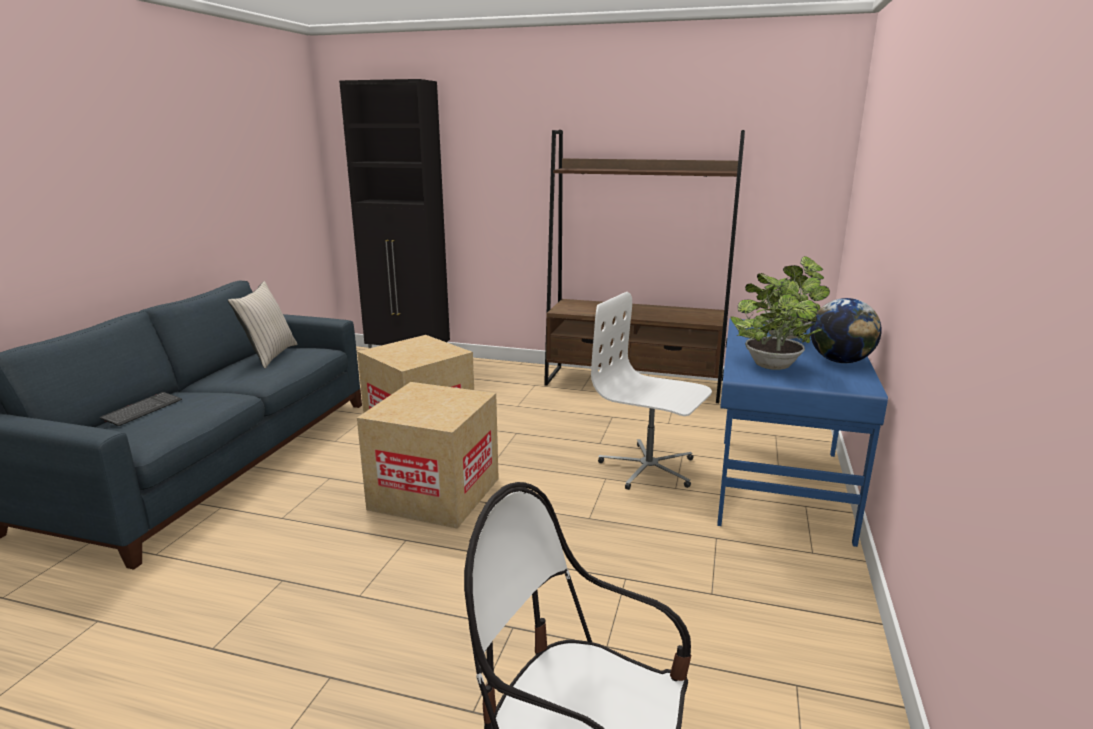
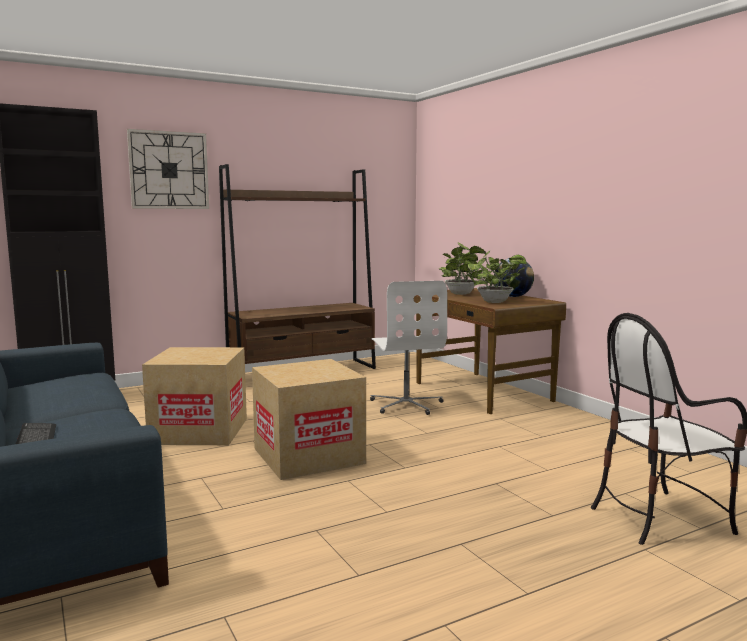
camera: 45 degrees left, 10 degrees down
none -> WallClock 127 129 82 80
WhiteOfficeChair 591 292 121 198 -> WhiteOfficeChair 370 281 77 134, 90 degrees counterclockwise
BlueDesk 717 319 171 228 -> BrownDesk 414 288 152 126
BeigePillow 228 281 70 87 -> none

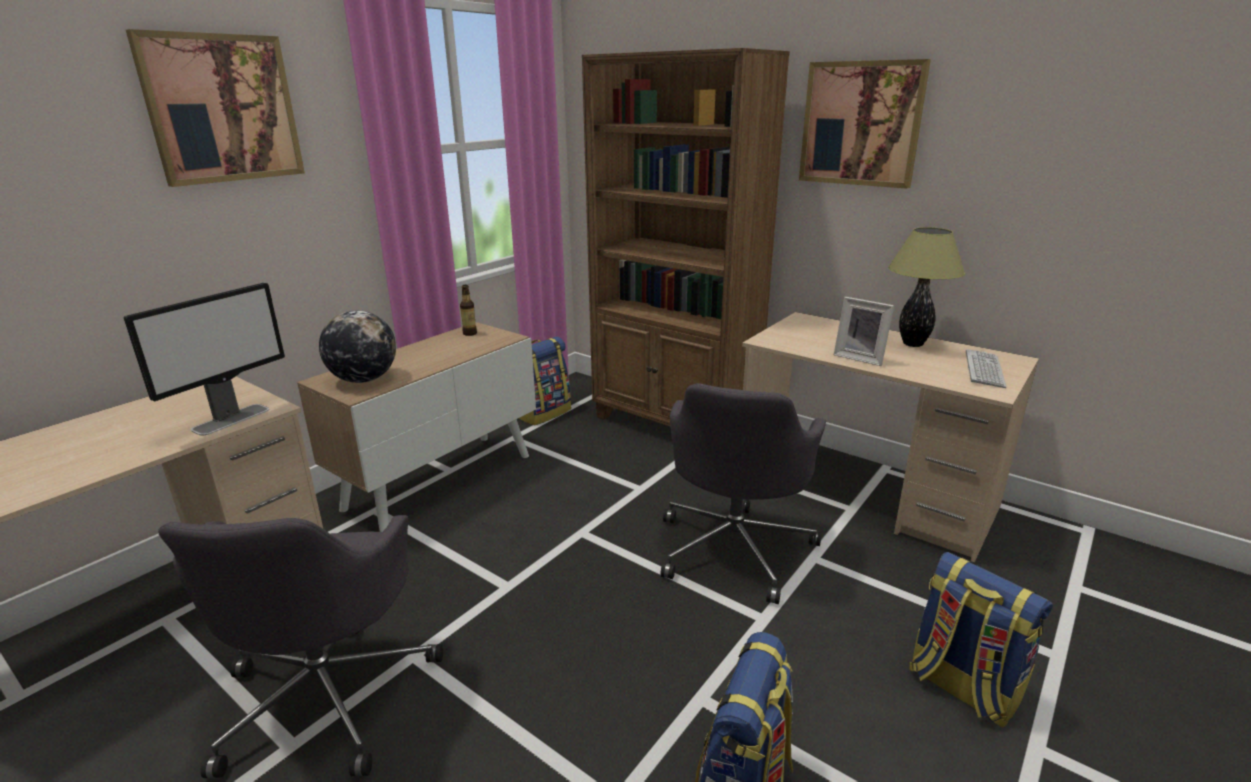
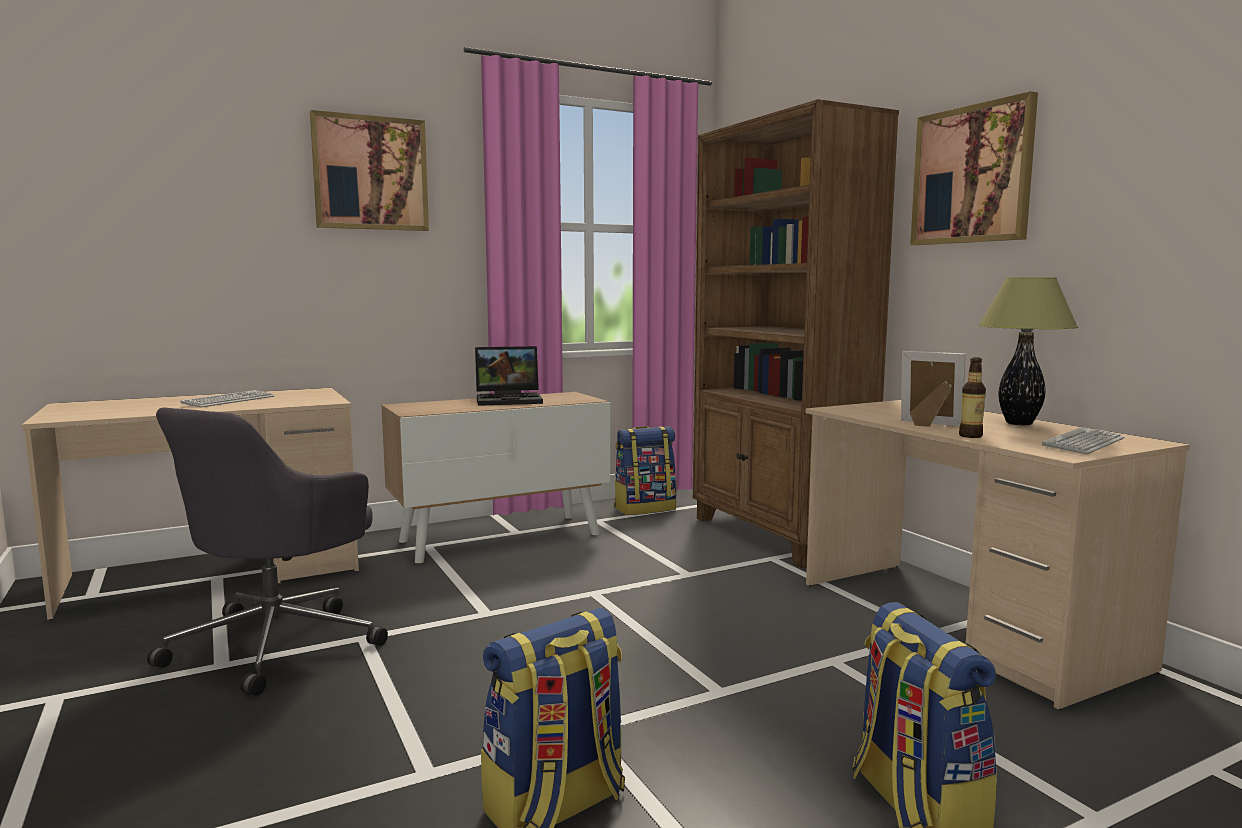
camera: 25 degrees right, 15 degrees down
none -> Keyboard 180 390 94 17
none -> Laptop 475 346 68 60
PictureFrame 834 297 60 69 -> PictureFrame 901 351 65 76, 150 degrees clockwise
Bottle 460 285 17 51 -> Bottle 959 357 27 81, shifted
Monitor 124 283 161 152 -> none
Globe 319 310 77 73 -> none
GreyOfficeChair 660 383 166 221 -> none

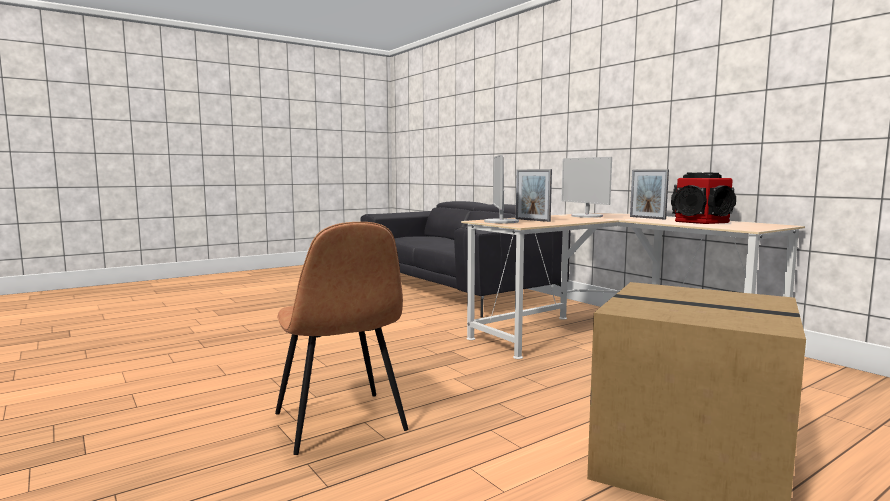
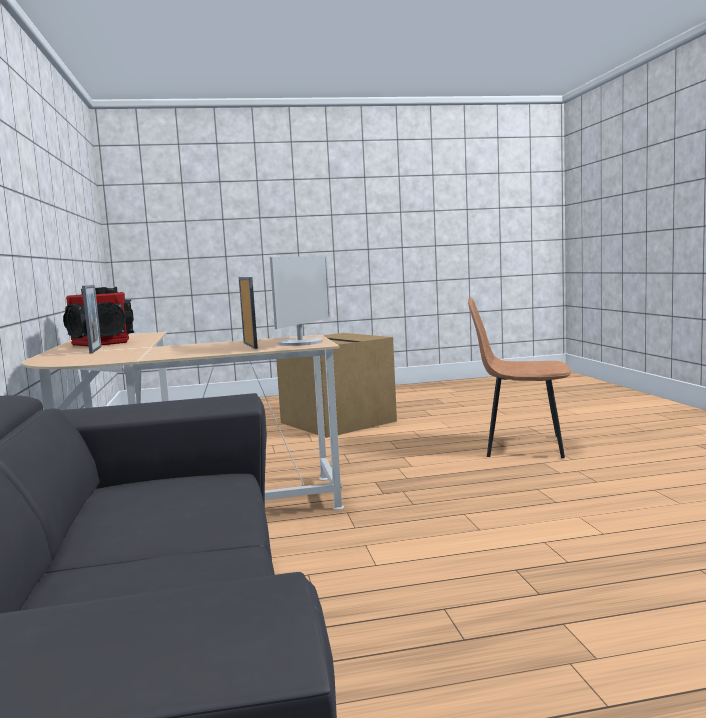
camera: 155 degrees left, 0 degrees up
BrownChair 275 222 133 233 -> BrownChair 468 297 104 161, 75 degrees counterclockwise
Monitor 561 157 51 61 -> none

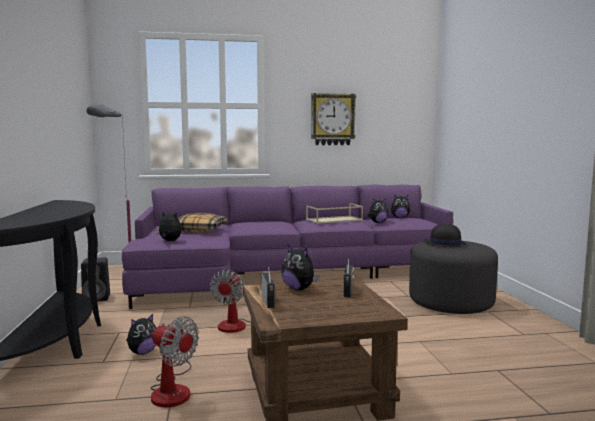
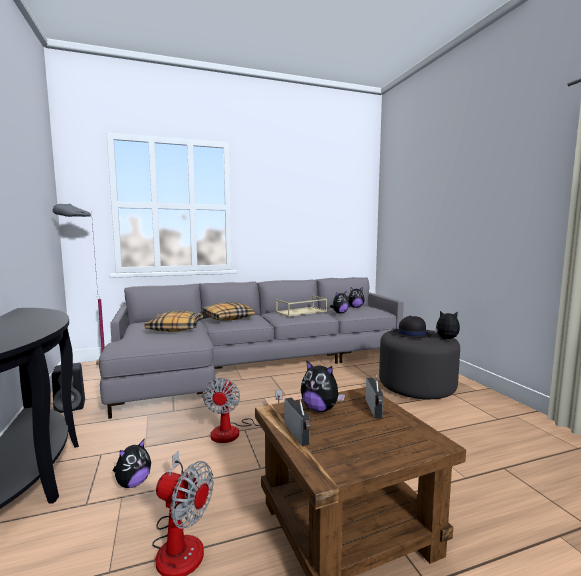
camera: 10 degrees left, 0 degrees up
PurpleSofa 122 184 331 125 -> GreySofa 99 277 305 142
none -> Pillow 203 302 52 19
PlushToy 155 211 26 30 -> PlushToy 435 311 25 28, shifted
WallClock 311 93 45 52 -> none

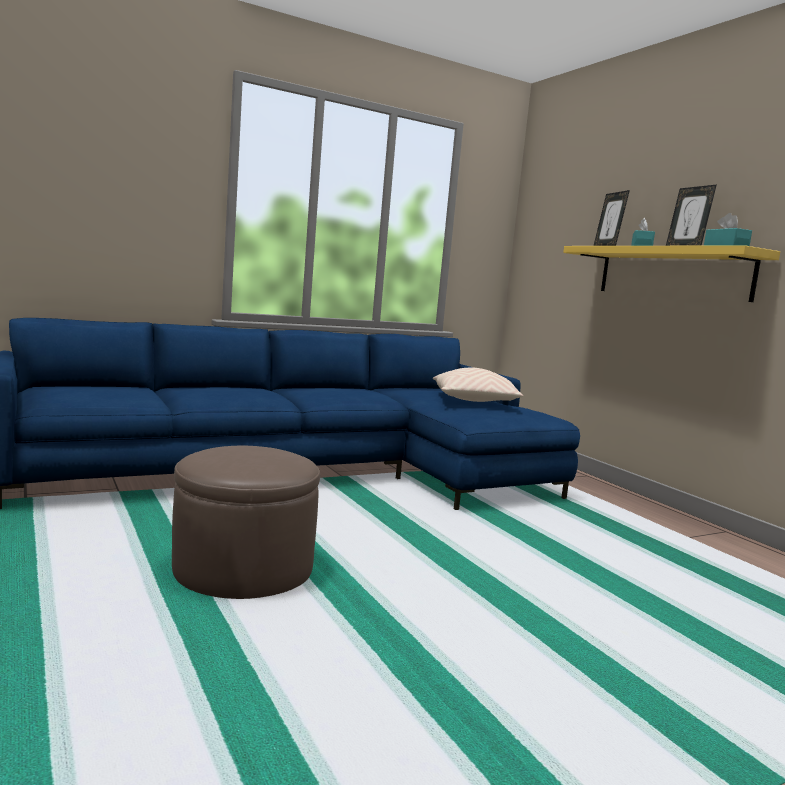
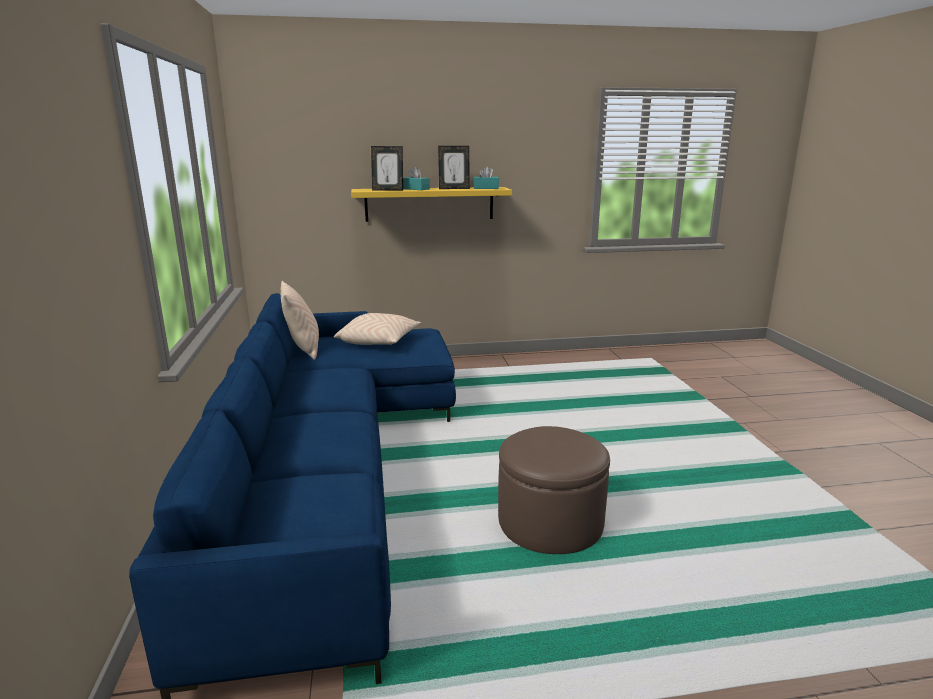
camera: 70 degrees left, 10 degrees up
none -> BeigePillow 280 280 39 80

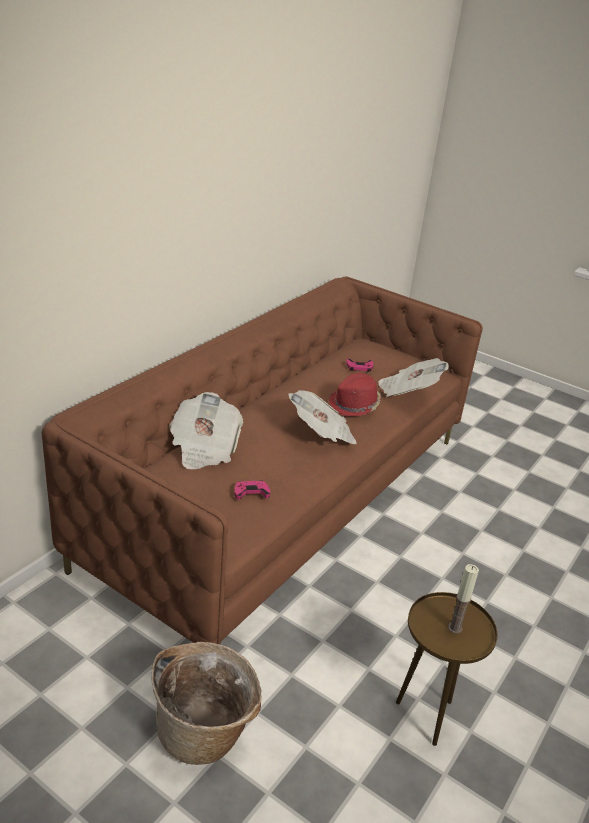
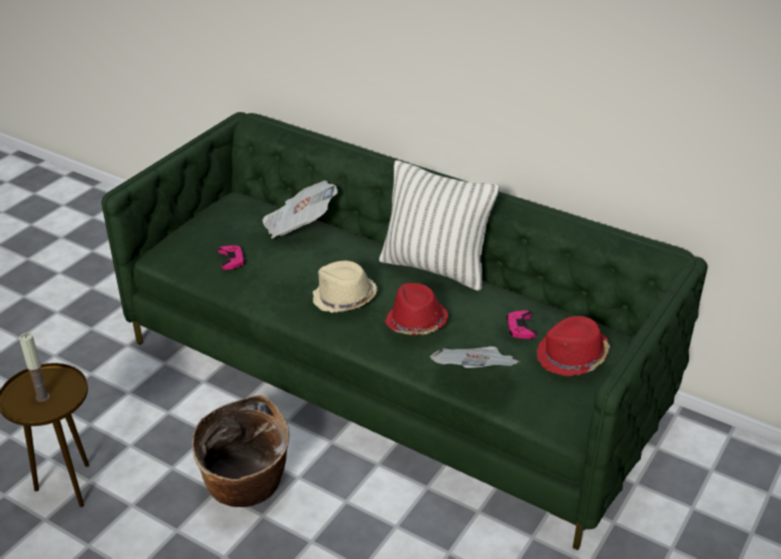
camera: 90 degrees right, 5 degrees up
BrownSofa 41 276 442 368 -> GreenSofa 101 112 607 438
Basket 151 642 111 123 -> Basket 192 395 97 112, shifted
Newspaper 288 390 69 54 -> BeigeHat 313 261 65 52
none -> Pillow 379 160 120 131
none -> RedHat 537 316 73 60

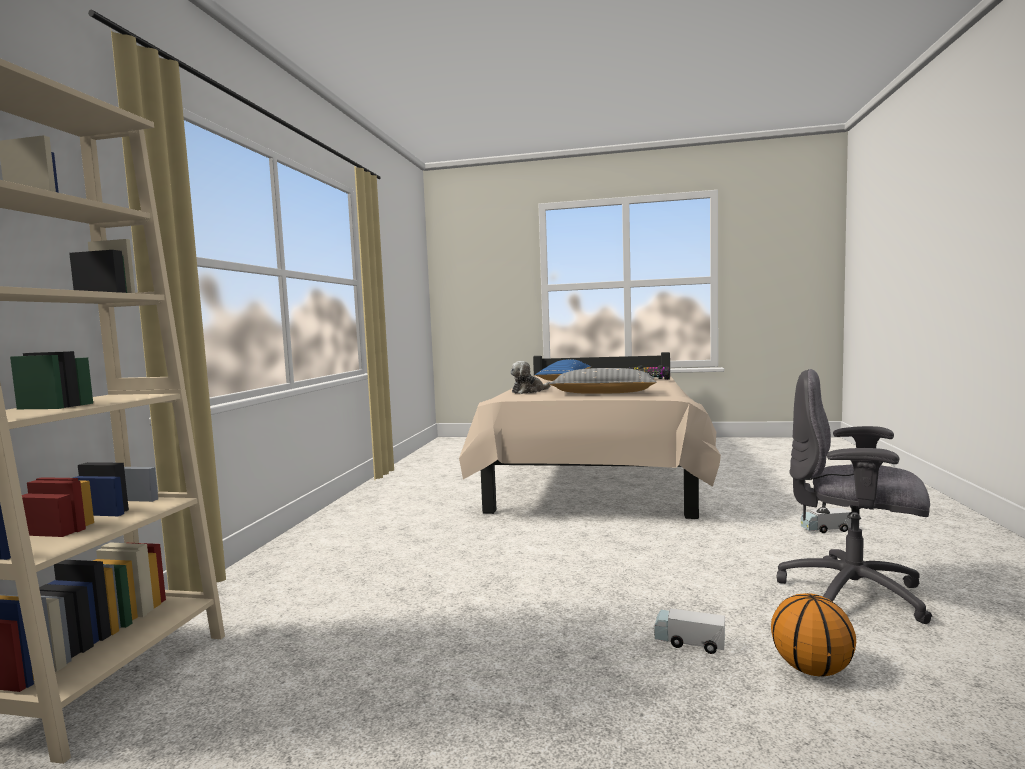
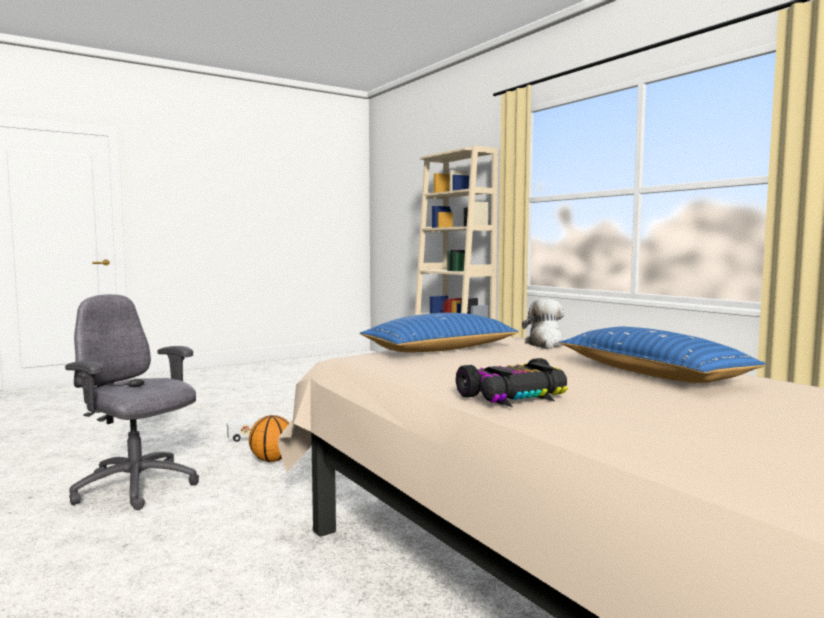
camera: 135 degrees right, 0 degrees up
GreyOfficeChair 776 369 156 255 -> GreyOfficeChair 65 294 134 216, 135 degrees counterclockwise
Basketball 771 593 85 84 -> Basketball 249 415 40 47, shifted
GreyPillow 549 368 108 26 -> BluePillow 359 313 160 39
ToyTruck 801 508 50 25 -> none

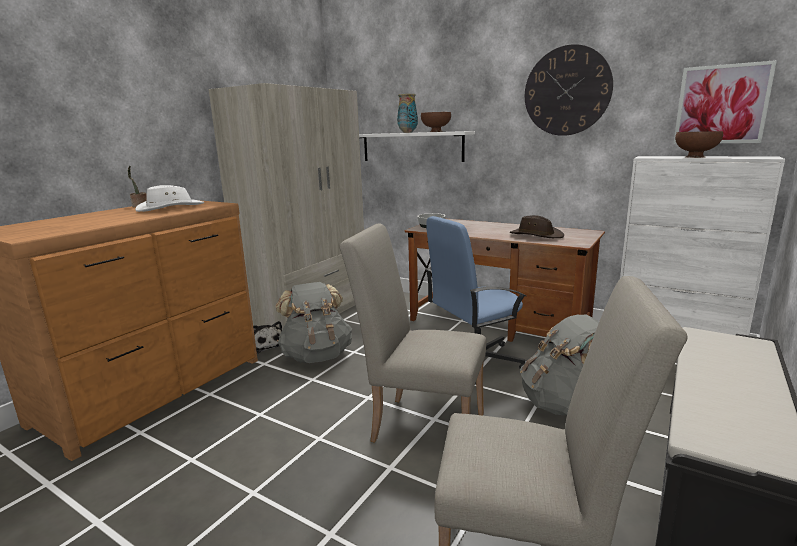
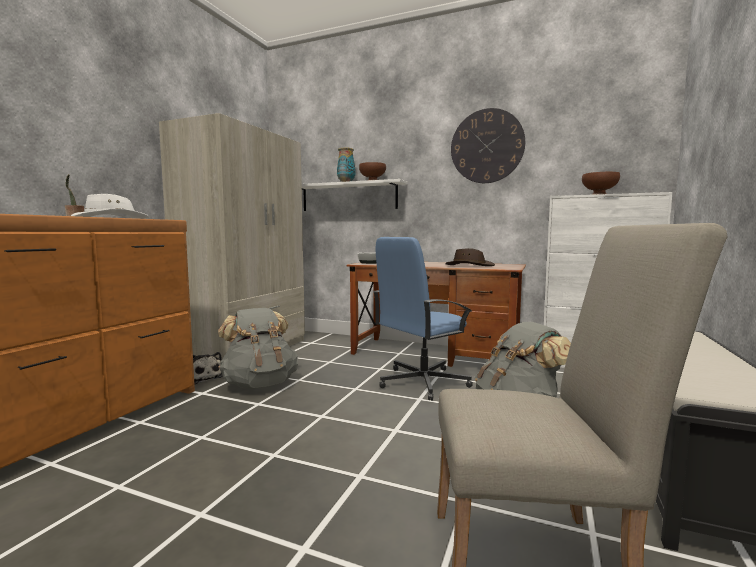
camera: 10 degrees left, 10 degrees down
BeigeChair 340 224 146 219 -> none
Picture 674 60 103 84 -> none

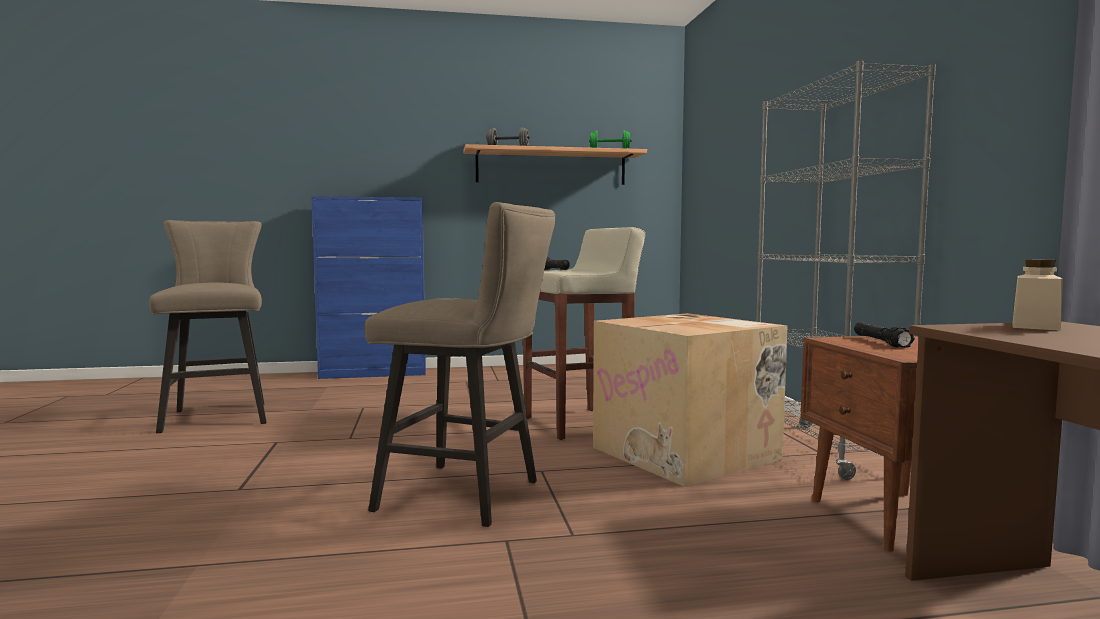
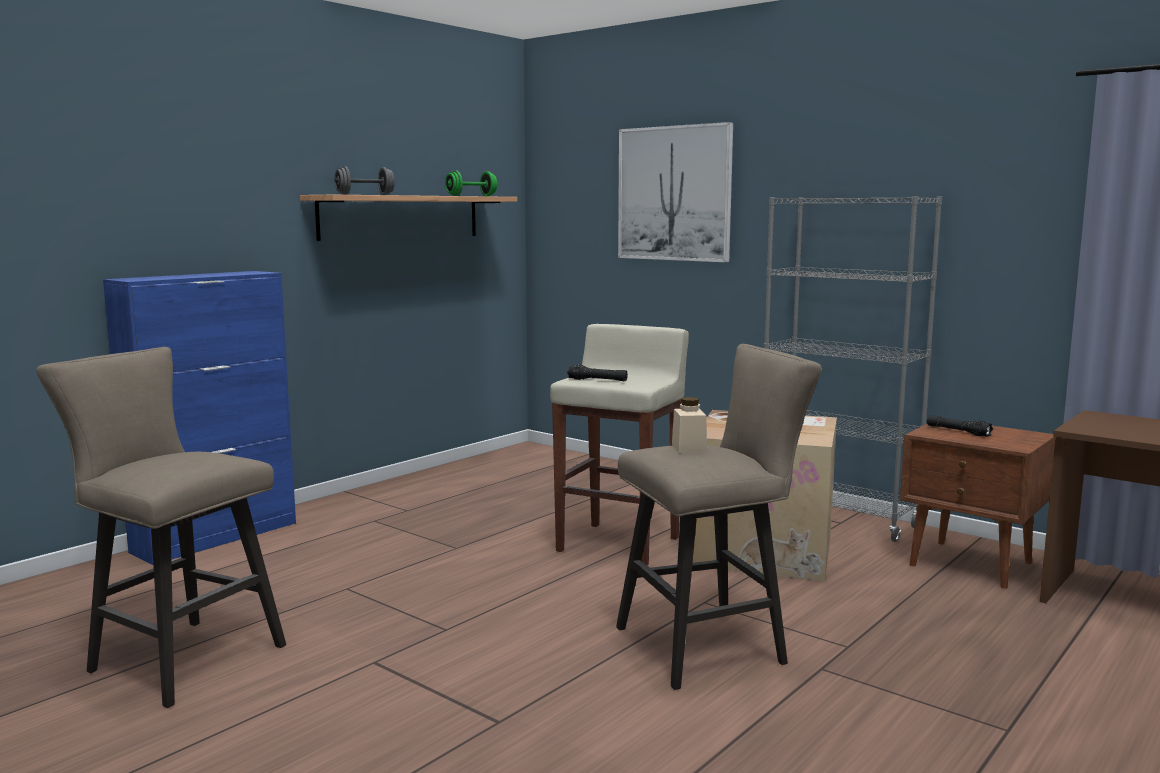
camera: 40 degrees left, 5 degrees up
none -> Picture 618 122 115 140
BeigeJar 1012 259 51 72 -> BeigeJar 672 397 35 56, shifted

